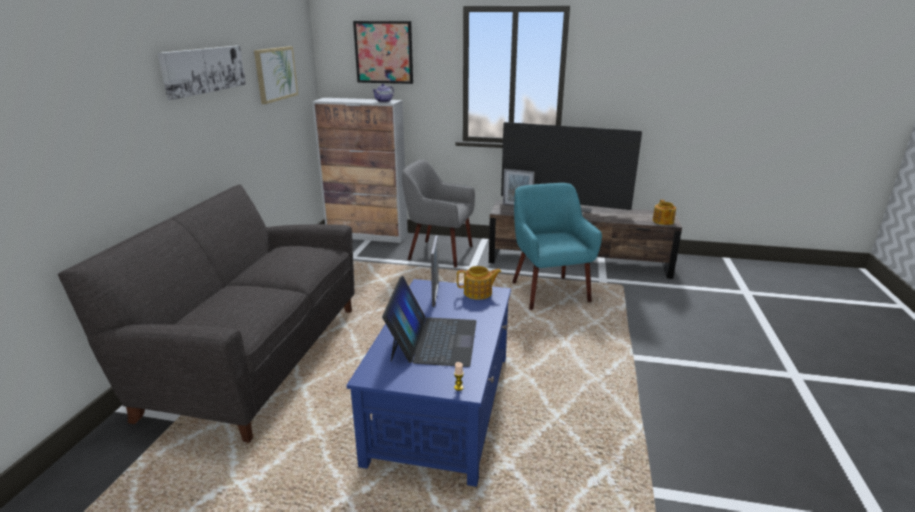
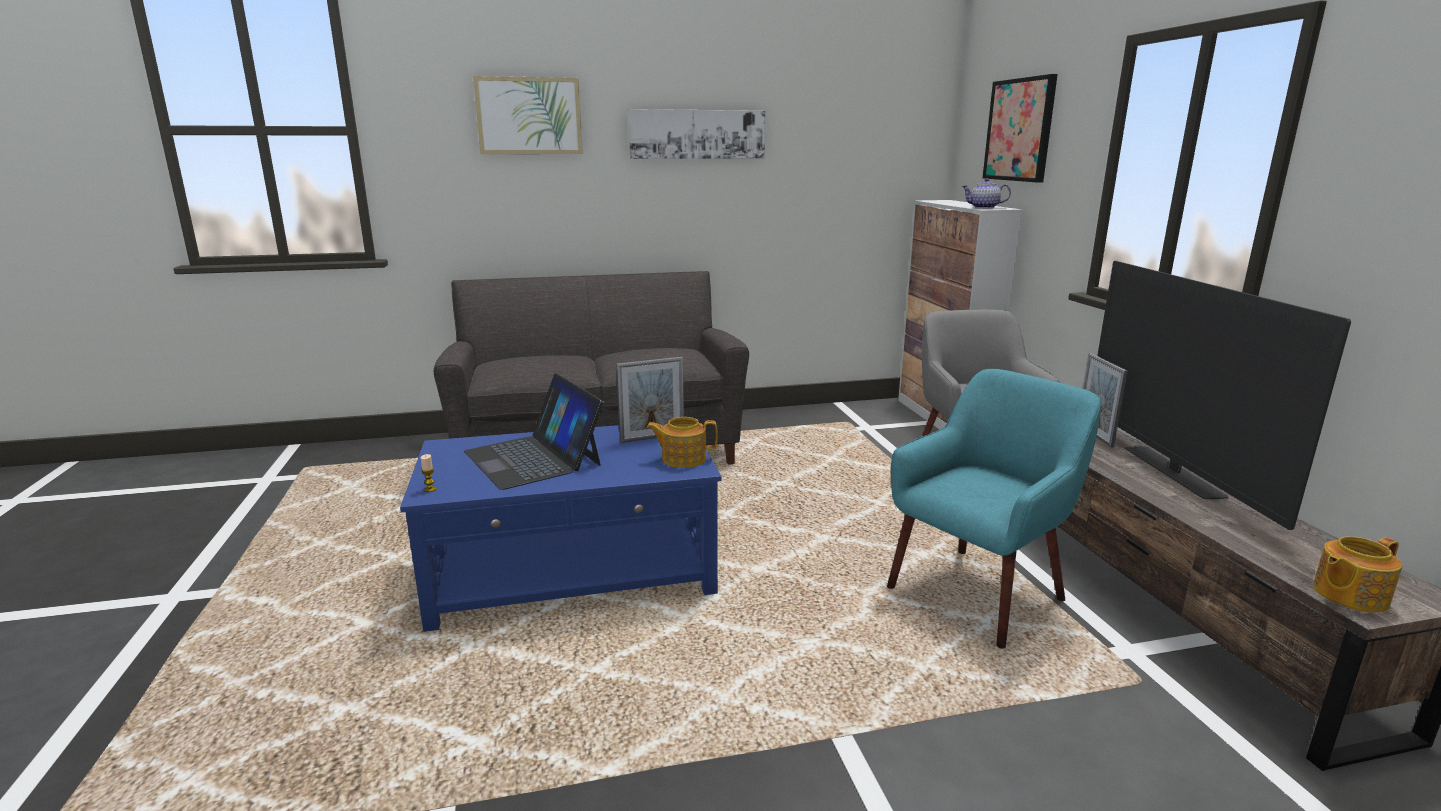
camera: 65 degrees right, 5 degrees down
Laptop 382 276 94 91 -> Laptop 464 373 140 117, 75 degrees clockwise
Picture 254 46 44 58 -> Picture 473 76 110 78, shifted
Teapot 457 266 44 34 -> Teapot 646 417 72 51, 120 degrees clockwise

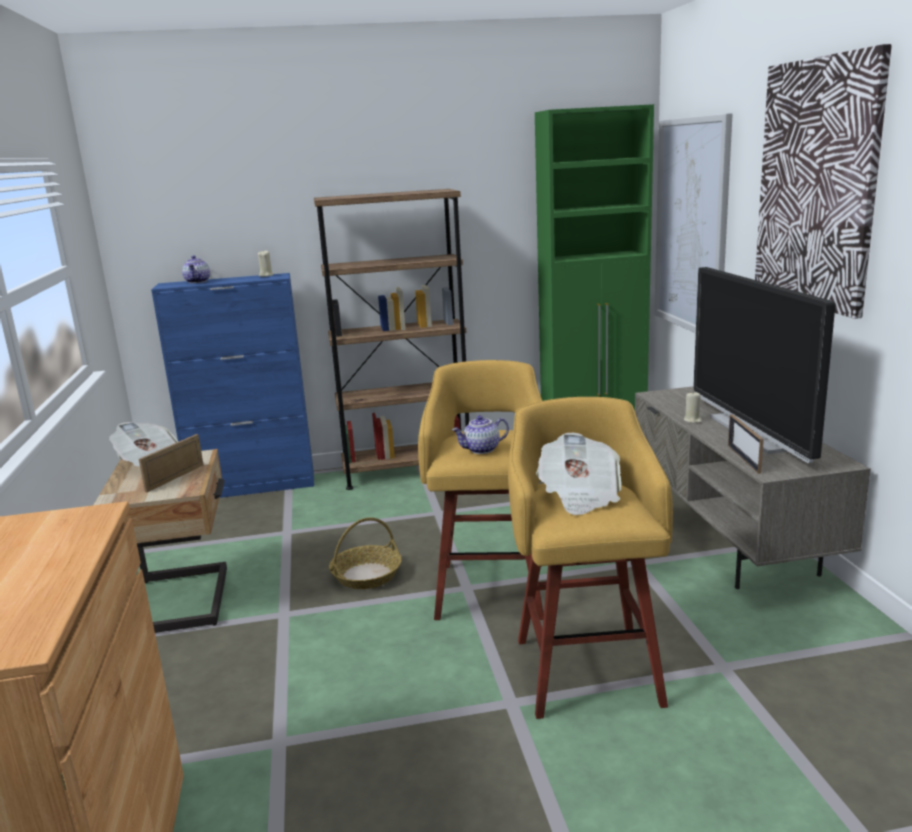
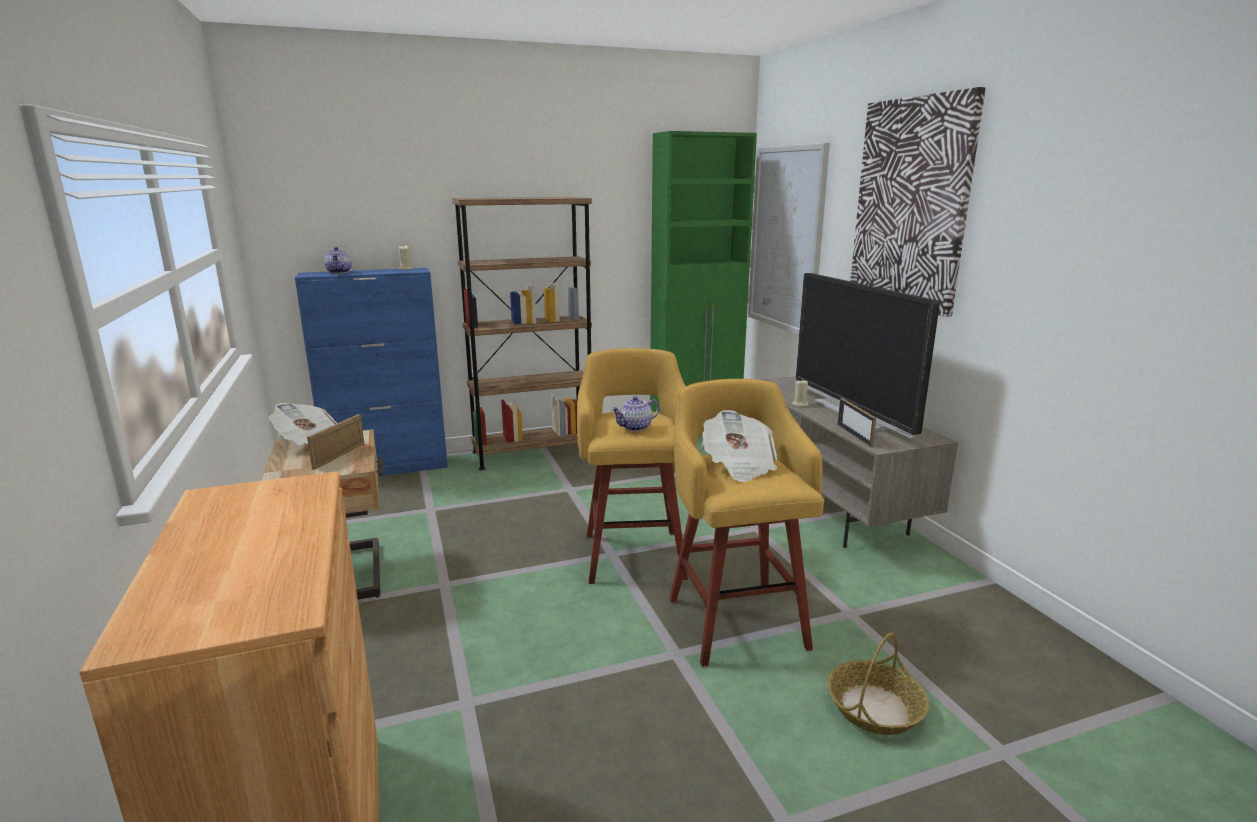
camera: 10 degrees left, 0 degrees up
Basket 329 517 73 72 -> Basket 827 633 102 102, shifted

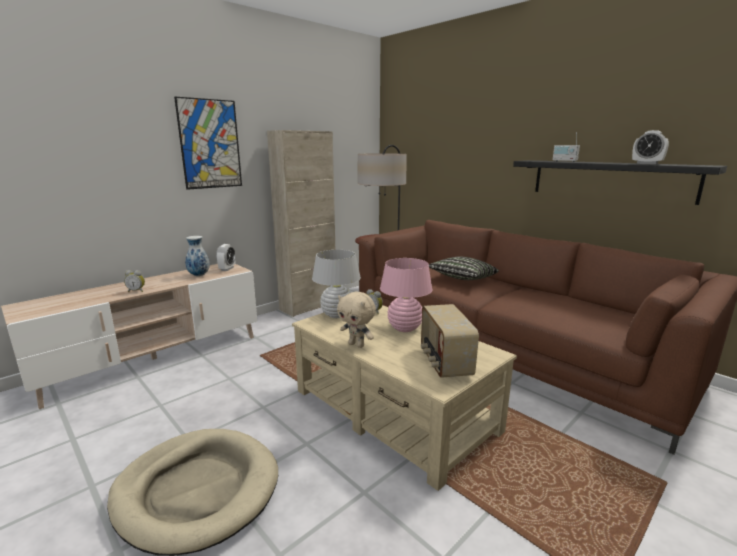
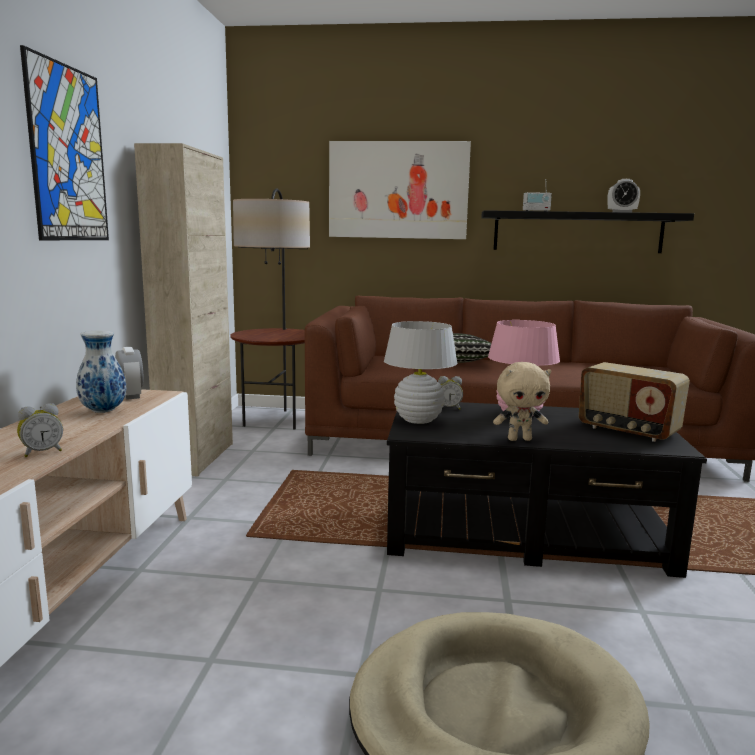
camera: 40 degrees left, 5 degrees down
none -> Picture 329 141 142 98
BeigeCoffeeTable 292 305 225 186 -> BlackCoffeeTable 387 402 320 176

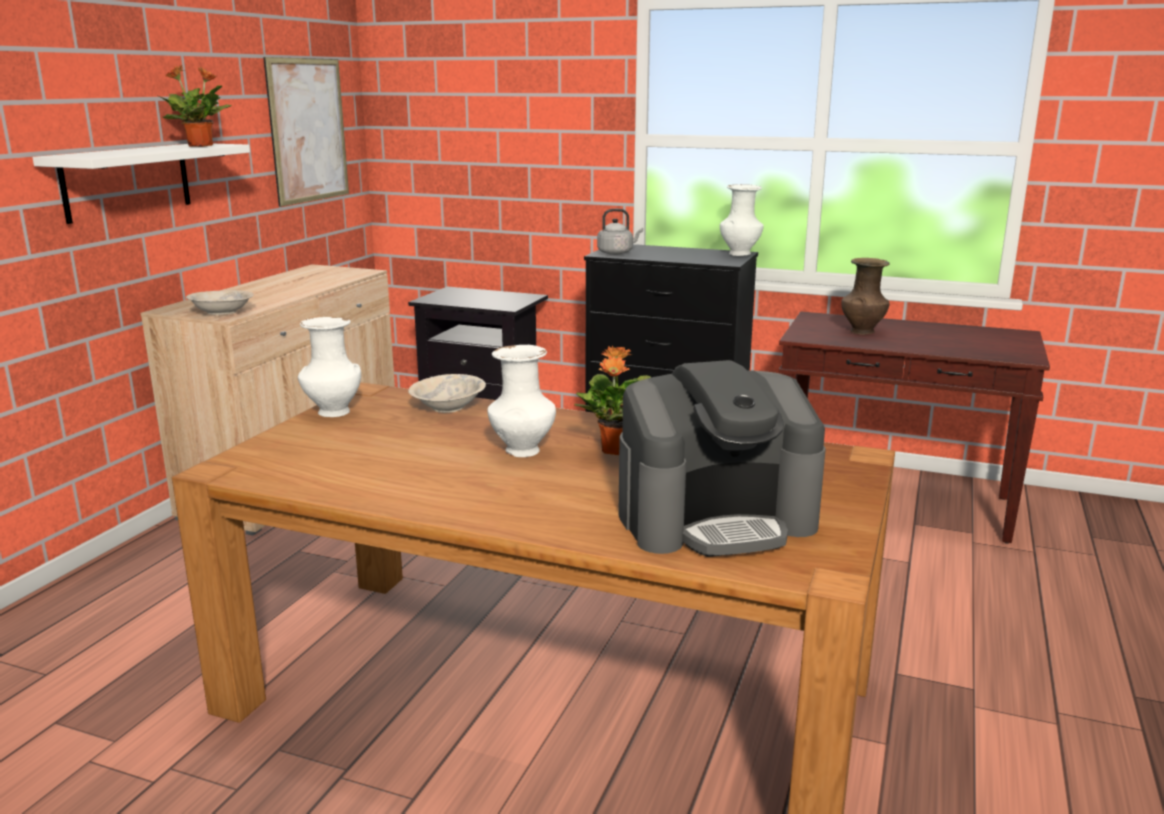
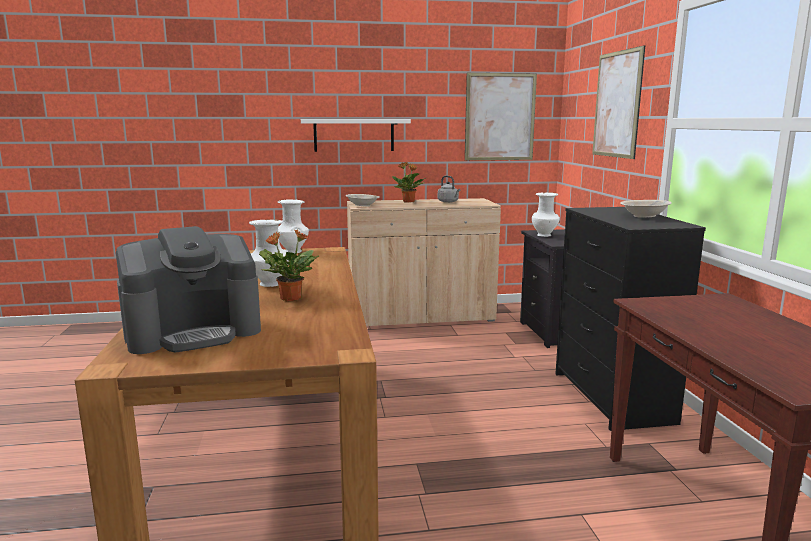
camera: 60 degrees right, 5 degrees down
CoffeeMachine 618 360 208 197 -> CoffeeMachine 116 226 145 128, 75 degrees counterclockwise
PottedPlant 159 65 73 82 -> PottedPlant 392 162 34 41, shifted
GreyKettle 597 209 46 46 -> GreyKettle 438 176 22 27, shifted
WhiteVase 720 184 44 72 -> WhiteVase 532 192 28 45, shifted
none -> Picture 592 45 53 114
BeigeBowl 408 374 78 39 -> BeigeBowl 620 200 52 18, shifted
BrownVase 841 258 49 77 -> none

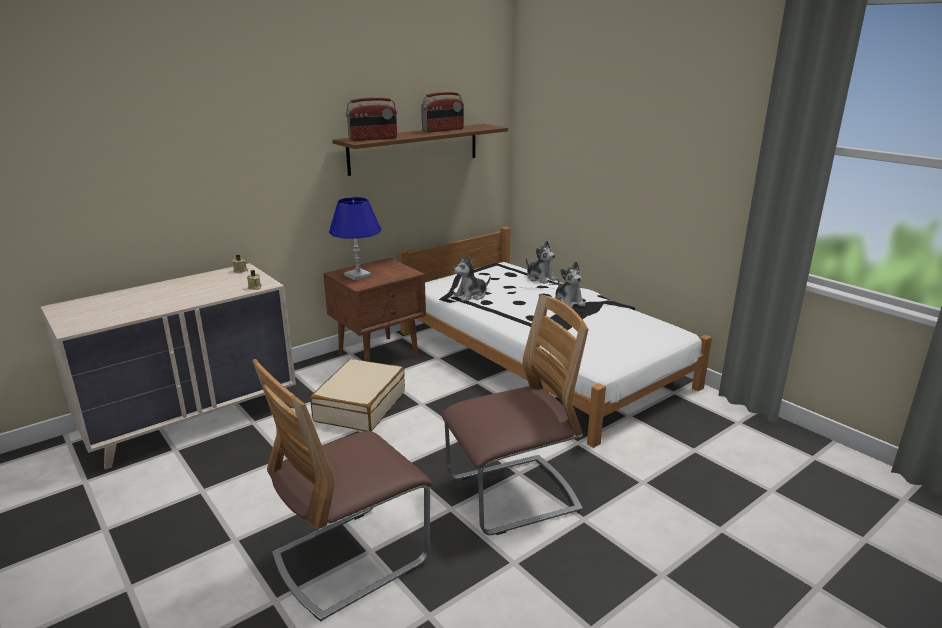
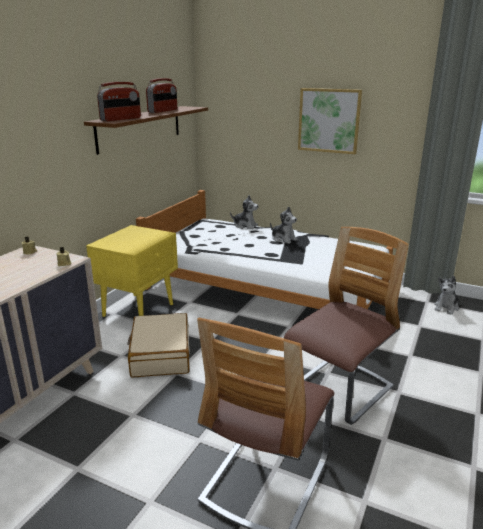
camera: 25 degrees left, 0 degrees up
BrownNightstand 323 258 103 104 -> YellowNightstand 86 225 92 92
none -> Picture 298 88 64 66
PlushToy 453 256 38 45 -> PlushToy 435 276 24 39, shifted
BlueTableLamp 329 197 52 83 -> none

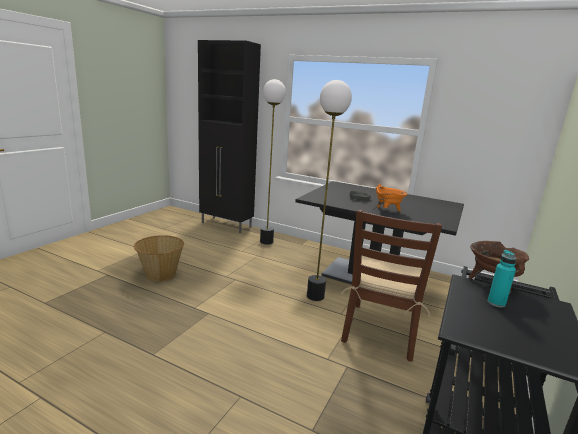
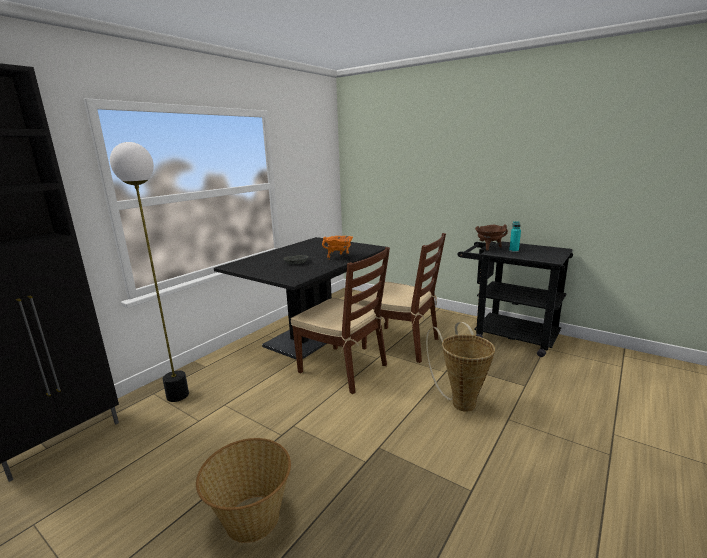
camera: 80 degrees left, 0 degrees up
FloorLamp 307 80 45 221 -> BrownChair 291 247 99 147
none -> Basket 426 322 69 90

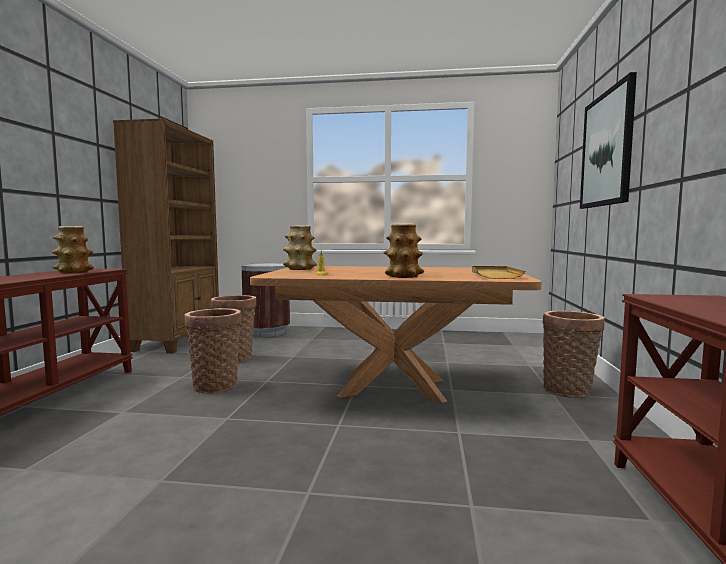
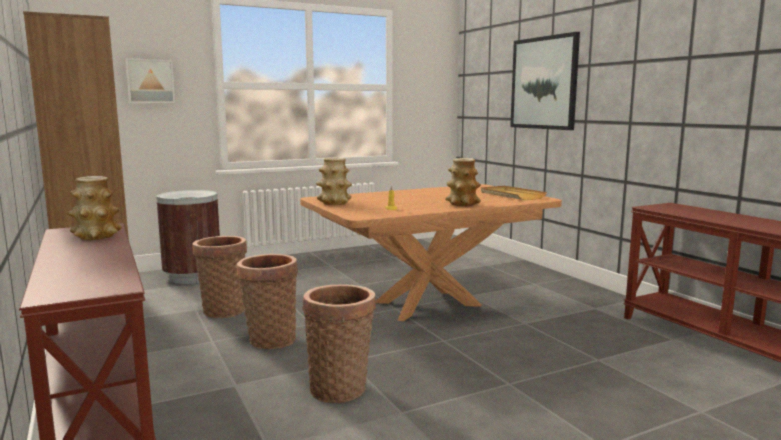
camera: 35 degrees left, 5 degrees up
none -> Picture 125 58 50 45
Basket 542 311 63 87 -> Basket 302 285 74 118, shifted

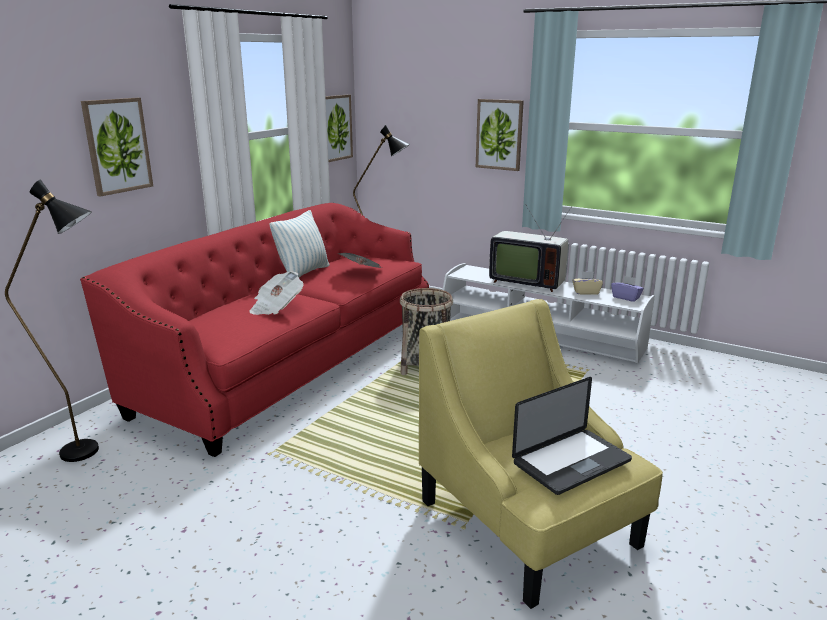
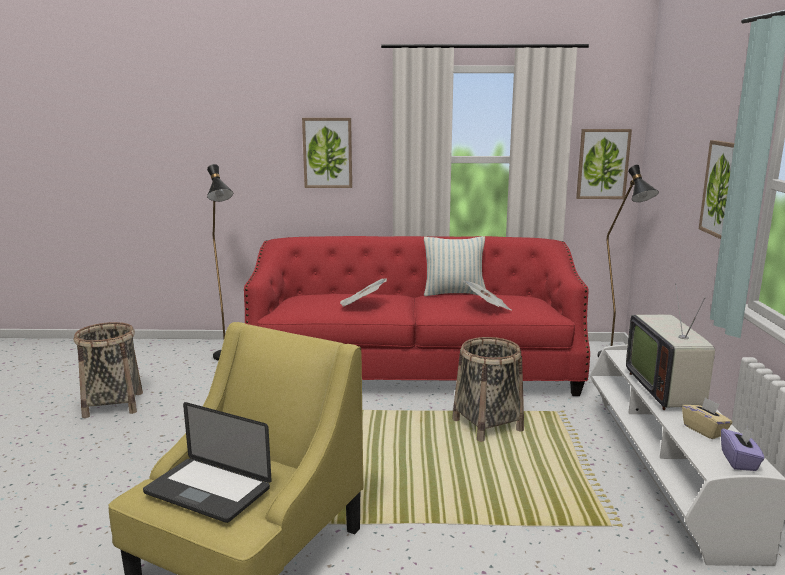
camera: 60 degrees right, 5 degrees down
none -> Basket 74 322 69 96

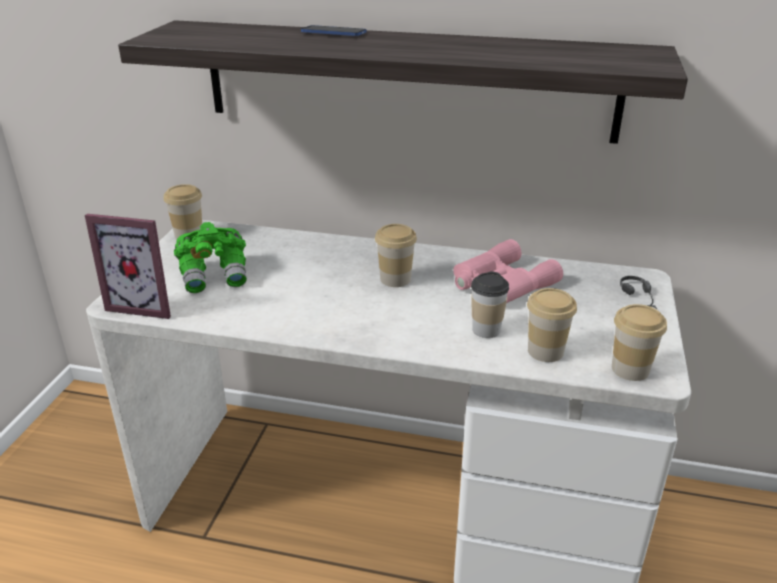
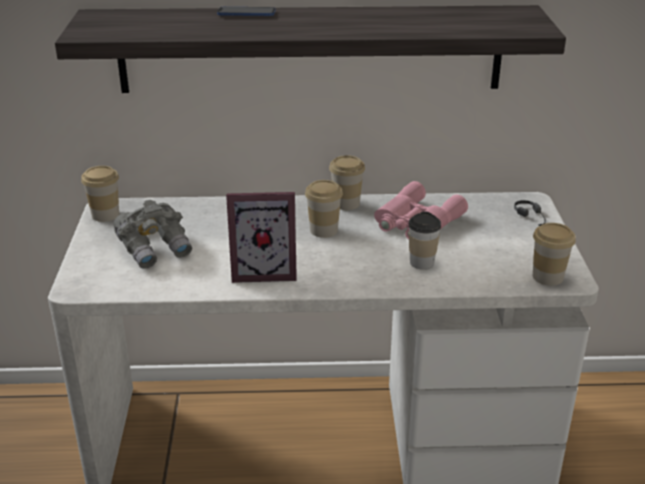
camera: 15 degrees left, 0 degrees up
GreenBinoculars 174 222 73 71 -> GreyBinoculars 113 200 79 69
PictureFrame 85 214 86 105 -> PictureFrame 226 192 71 91, shifted
Cup 527 288 50 74 -> Cup 329 155 36 55, shifted

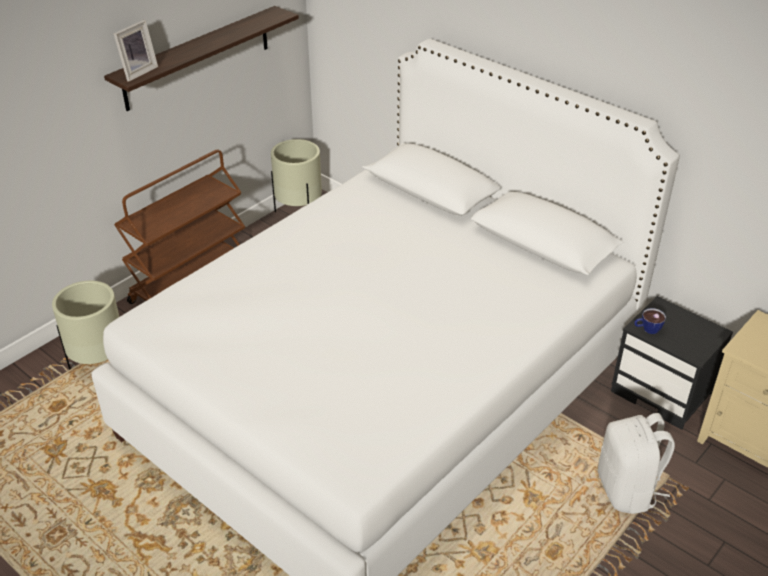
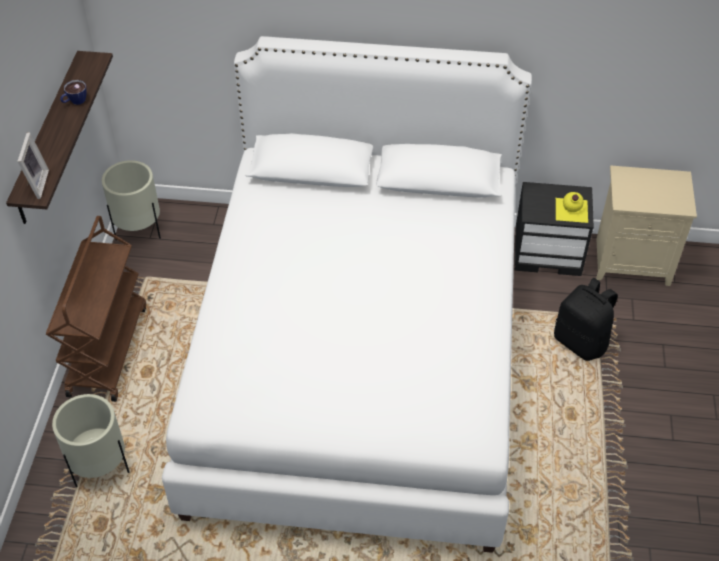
camera: 35 degrees left, 10 degrees up
Cup 634 308 32 26 -> Cup 60 80 26 25, shifted
WhiteBackpack 598 413 77 101 -> BlackBackpack 554 278 64 83
none -> YellowBottle 556 192 32 31

